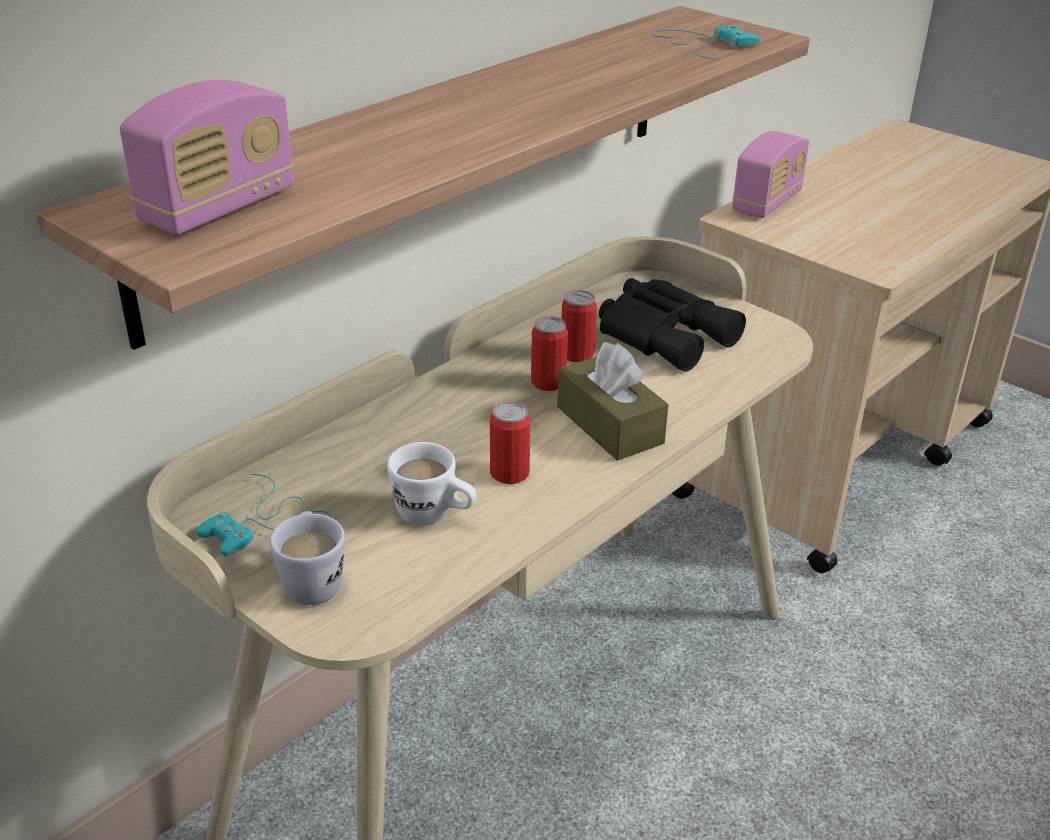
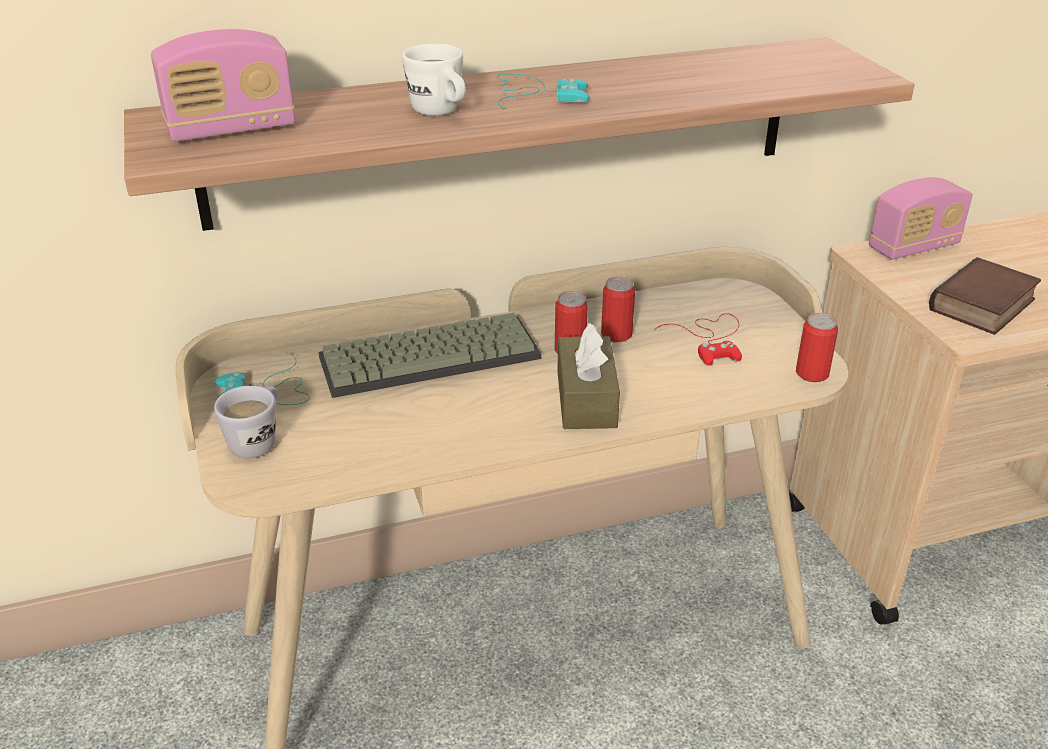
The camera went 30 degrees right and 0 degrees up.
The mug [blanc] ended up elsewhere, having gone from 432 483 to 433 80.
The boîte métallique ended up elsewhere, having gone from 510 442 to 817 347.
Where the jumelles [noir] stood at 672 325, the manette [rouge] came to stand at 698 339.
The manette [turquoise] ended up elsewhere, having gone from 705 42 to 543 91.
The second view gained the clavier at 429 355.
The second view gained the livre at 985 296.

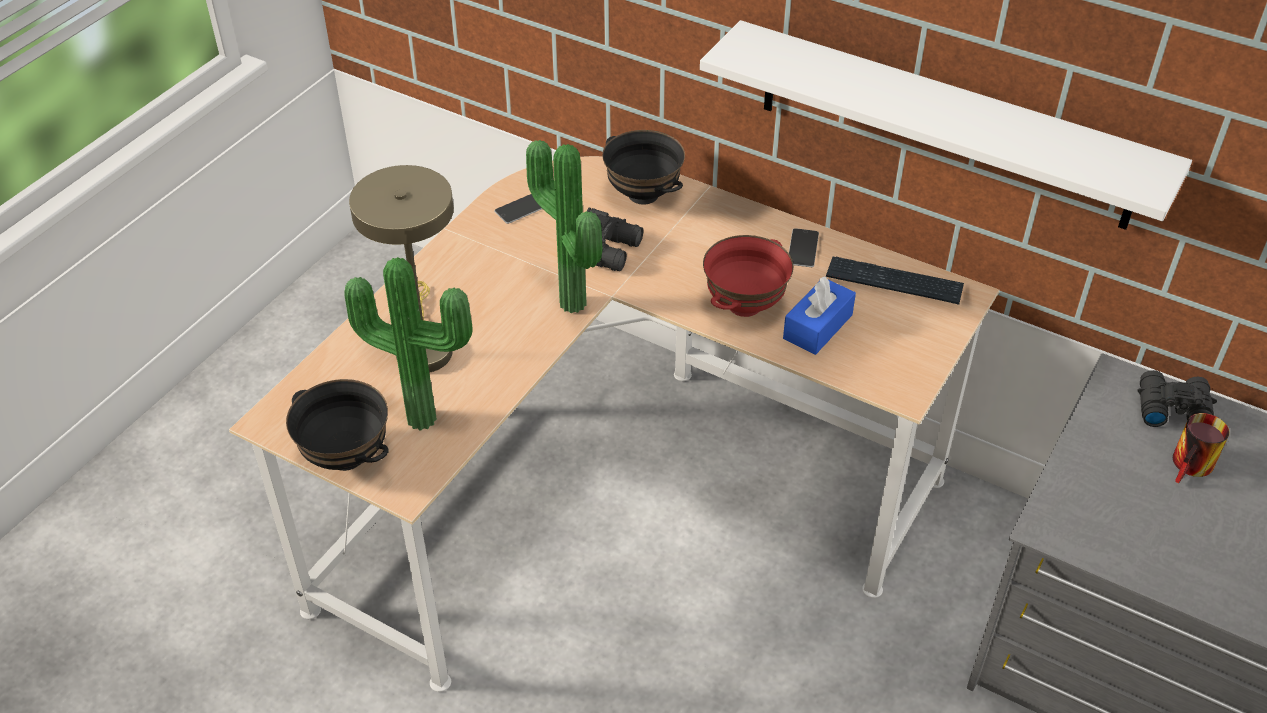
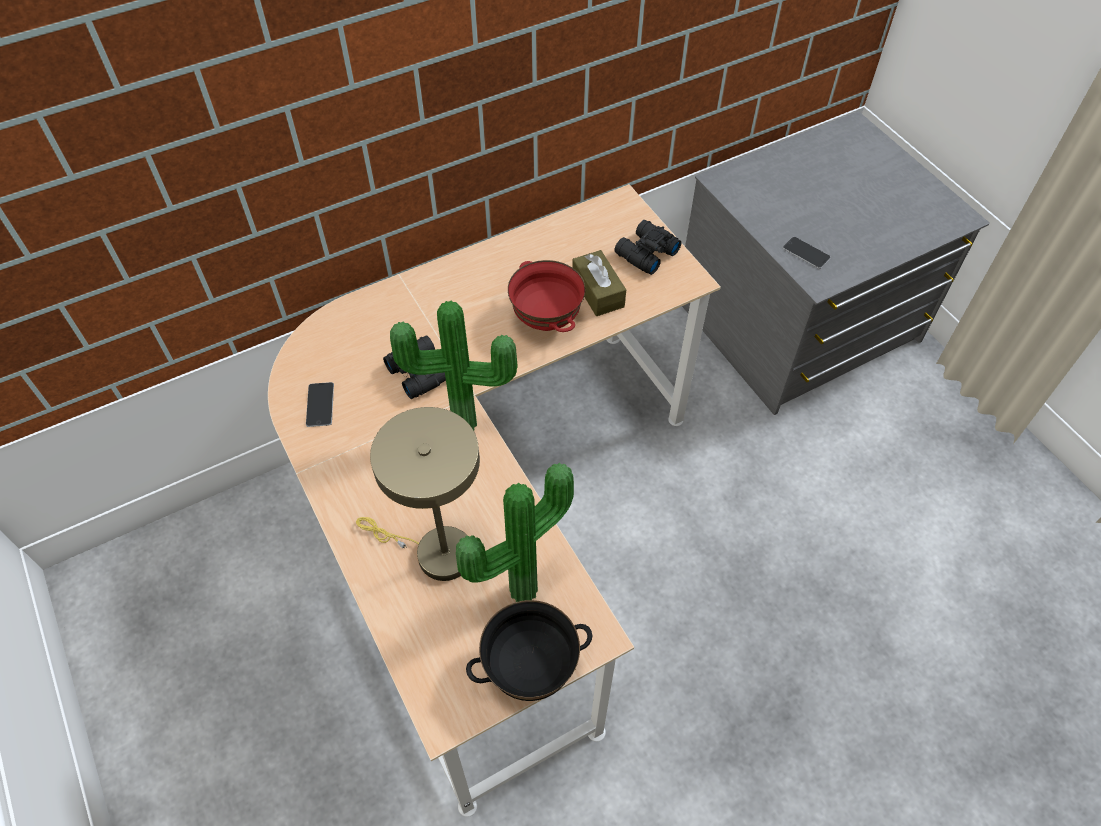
The camera went 60 degrees left and 10 degrees up.
The second view lost the bol [noir] at 643 167.
The second view lost the étagère [blanc] at 946 125.
What was the boîte à mouchoirs [bleu] at 819 316 turned into the boîte à mouchoirs [marron] at 599 283.
The téléphone ended up elsewhere, having gone from 804 247 to 807 253.
The second view lost the clavier at 895 281.
The jumelles [noir] ended up elsewhere, having gone from 1177 398 to 647 247.
The second view lost the mug at 1201 448.

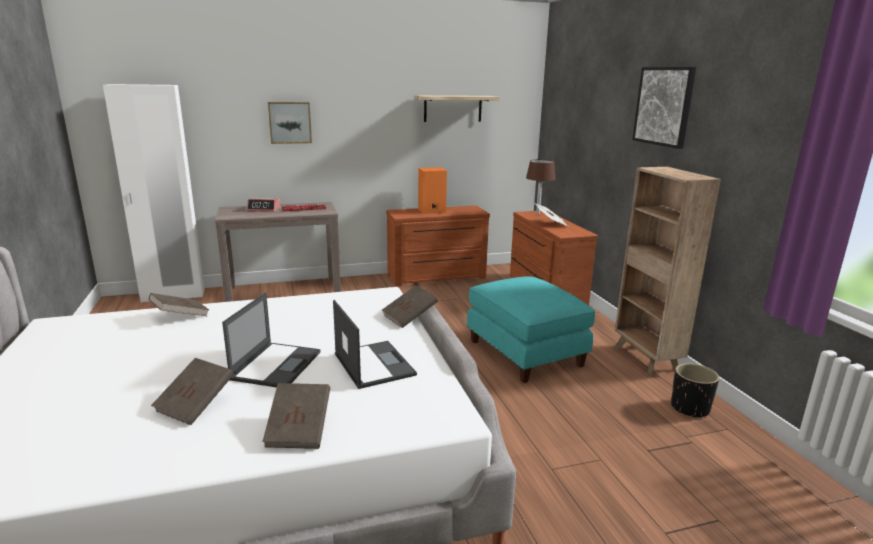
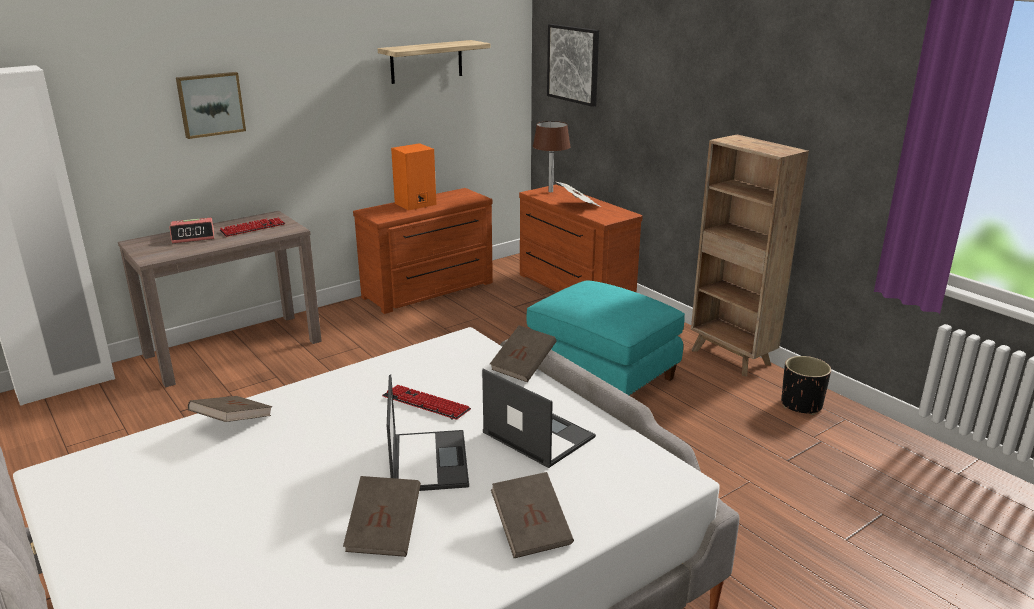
The camera went 20 degrees left and 5 degrees up.
The tableau ended up elsewhere, having gone from 664 108 to 573 65.
The second view gained the clavier at 426 402.

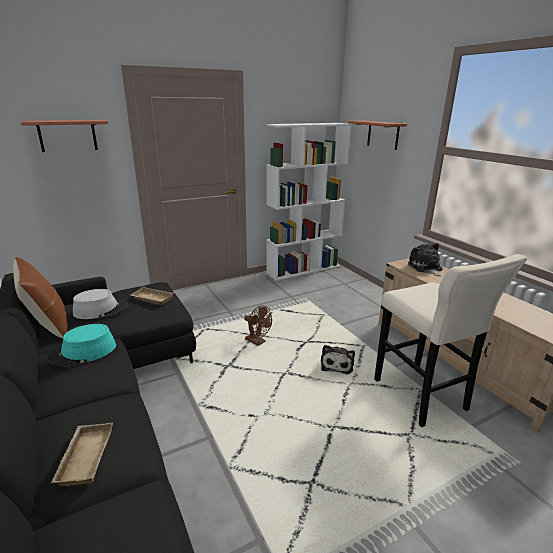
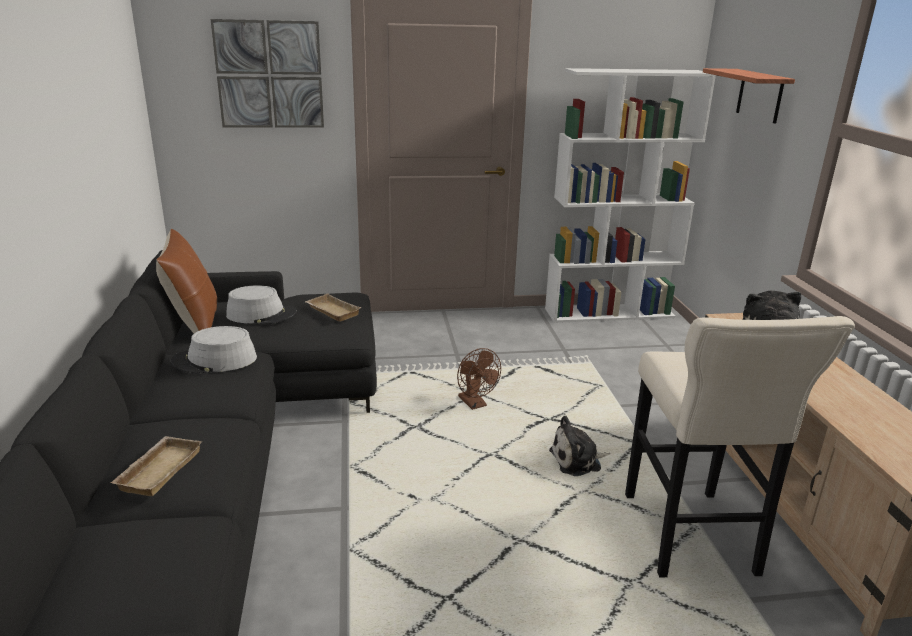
The camera went 20 degrees right and 0 degrees up.
Where the étagère hung at 64 136, the tableau came to hang at 267 73.
What was the chapeau [turquoise] at 81 345 turned into the chapeau [gris] at 214 350.
The peluche at 338 359 ended up facing another way, 45 degrees clockwise from before.

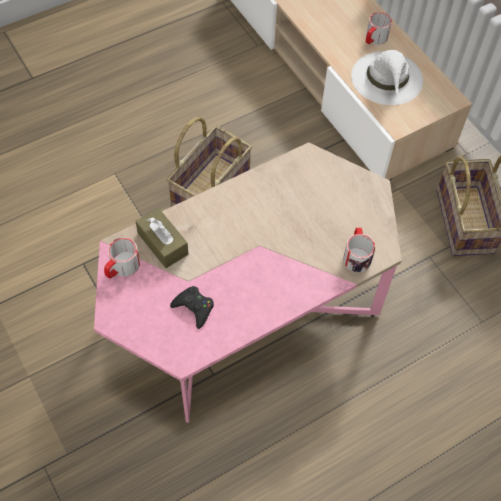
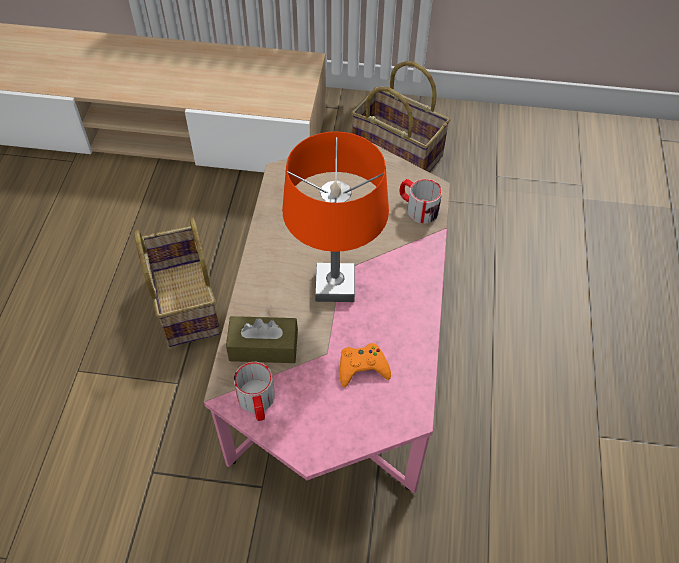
The camera went 50 degrees left and 5 degrees down.
What was the manette [noir] at 192 307 turned into the manette [orange] at 365 365.
The second view lost the chapeau [blanc] at 387 77.
The second view lost the mug at 379 28.
The second view gained the lampe de table [orange] at 335 216.

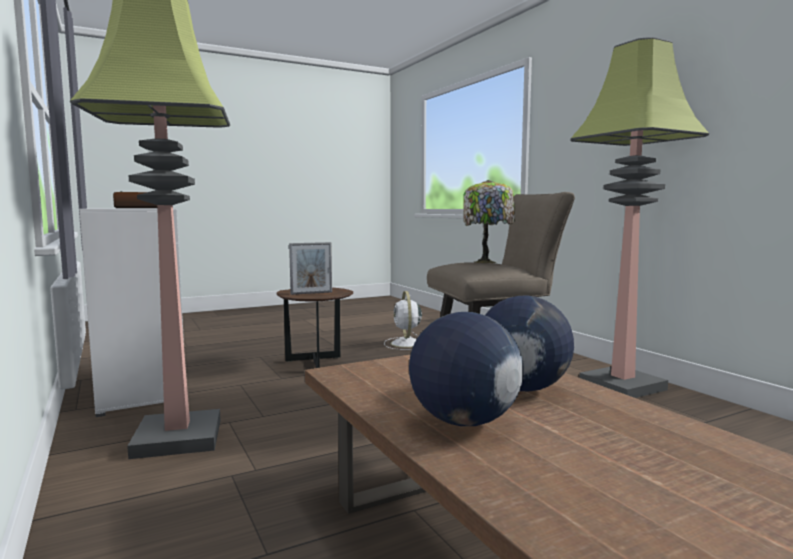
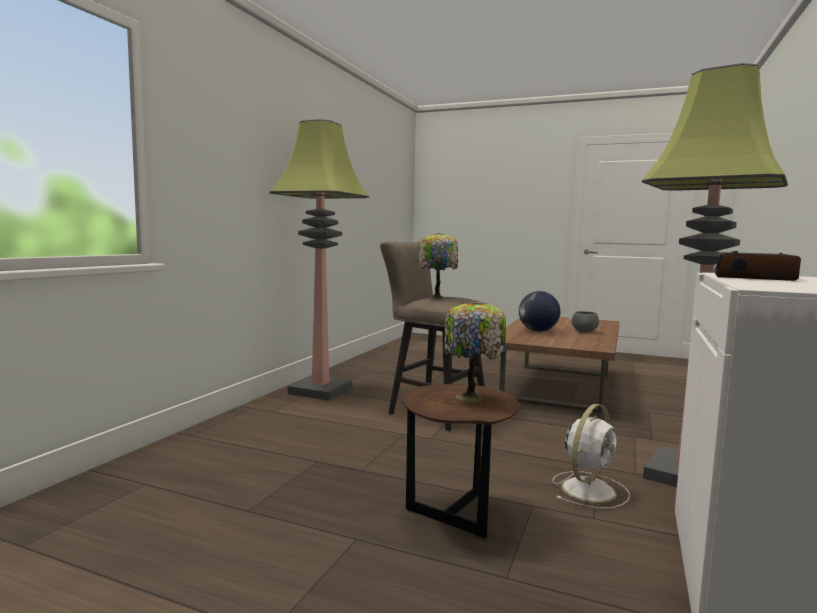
The camera went 130 degrees left and 0 degrees up.
Where the cadre photo stood at 310 268, the lampe de table came to stand at 475 351.
The ventilateur [blanc] ended up elsewhere, having gone from 403 320 to 591 456.
Where the globe stood at 466 369, the bol [gris] came to stand at 585 322.

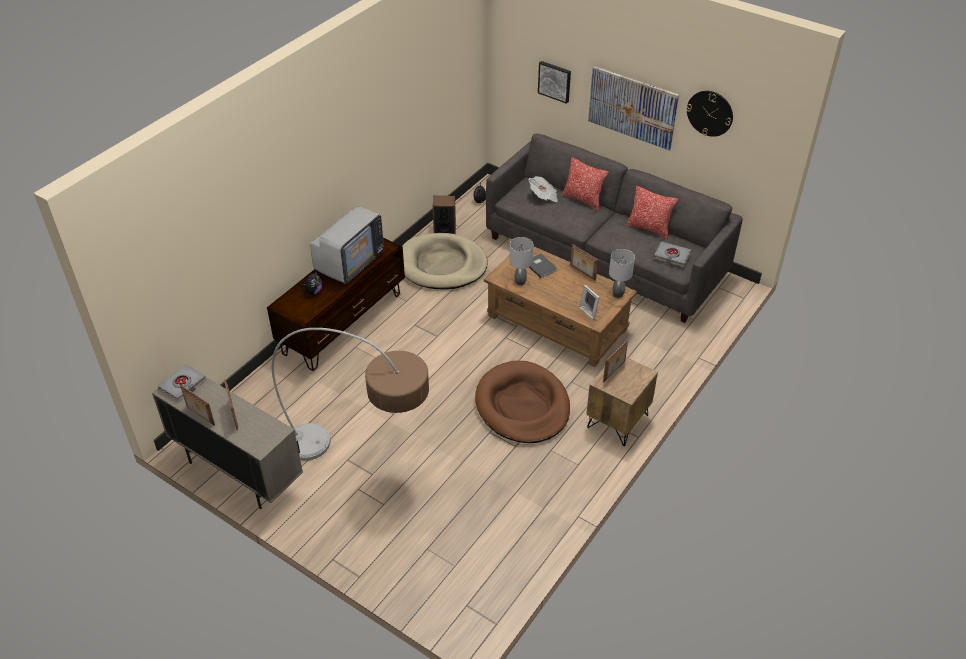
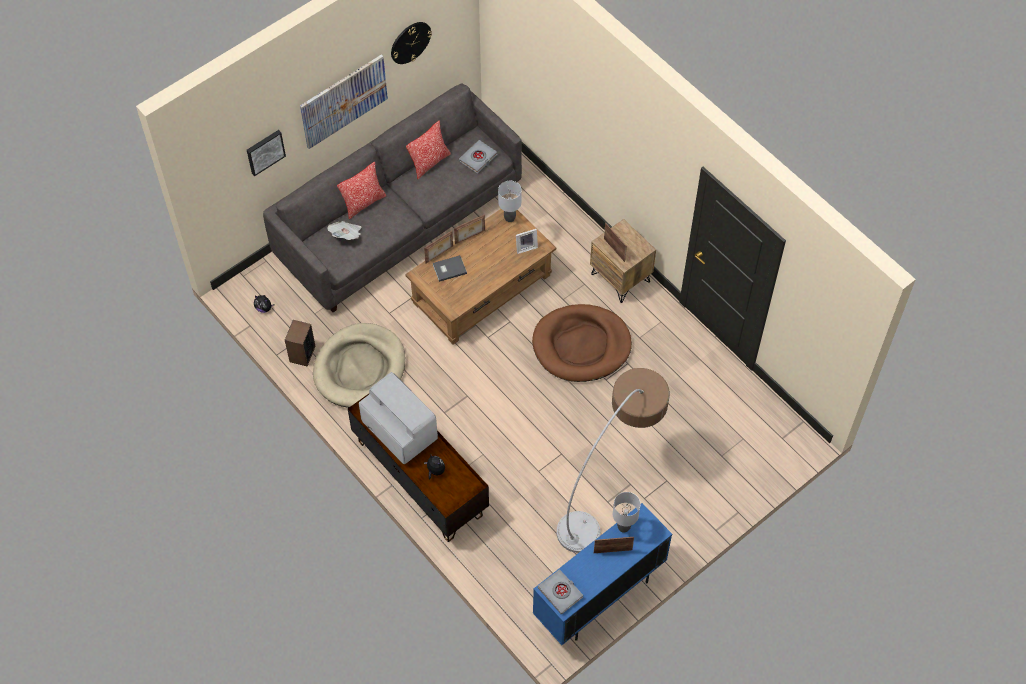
The camera went 75 degrees left and 15 degrees up.
What was the meuble de rangement [beige] at 227 443 turned into the meuble de rangement [bleu] at 602 574.
The cadre photo ended up elsewhere, having gone from 197 405 to 438 247.
The lampe de table [gris] ended up elsewhere, having gone from 521 261 to 626 512.

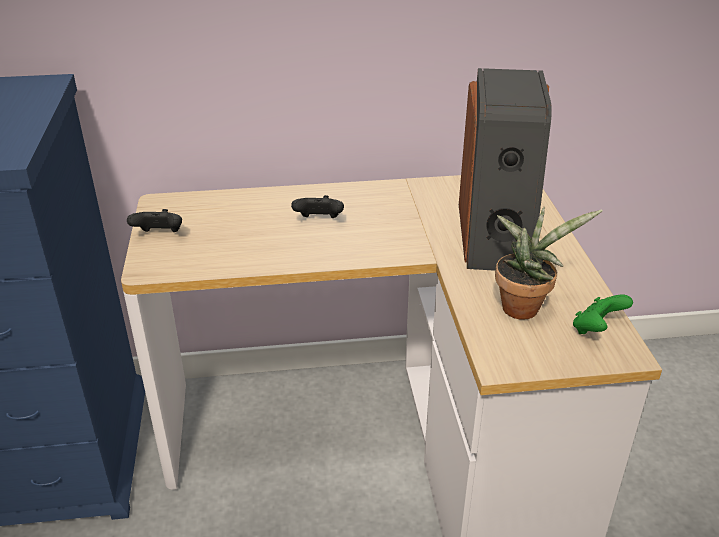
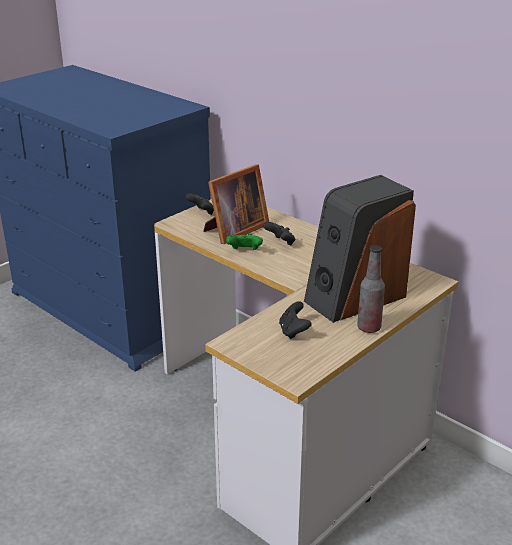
The camera went 50 degrees right and 5 degrees down.
Where the plante en pot stood at 549 263, the manette [noir] came to stand at 295 320.
The manette [vert] ended up elsewhere, having gone from 603 314 to 244 241.
The second view gained the cadre photo at 236 204.
The second view gained the bouteille at 371 289.

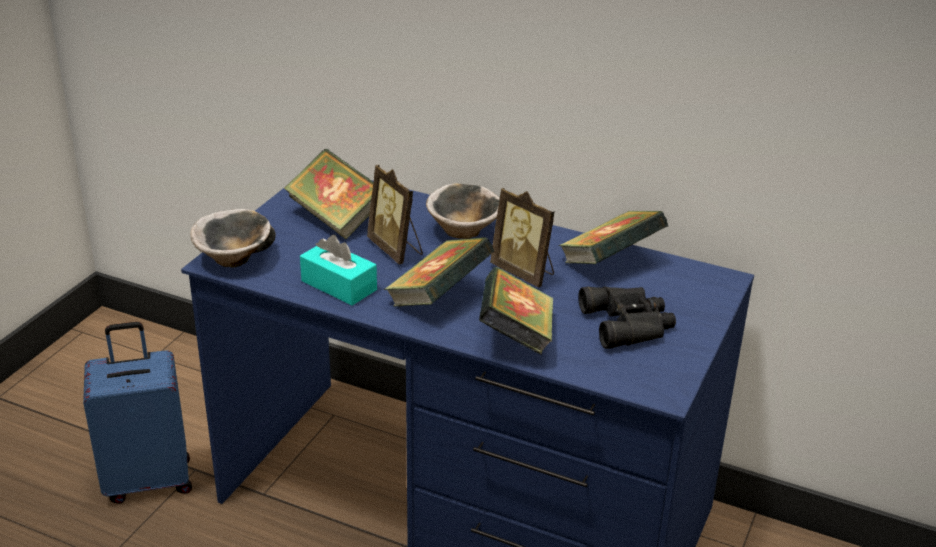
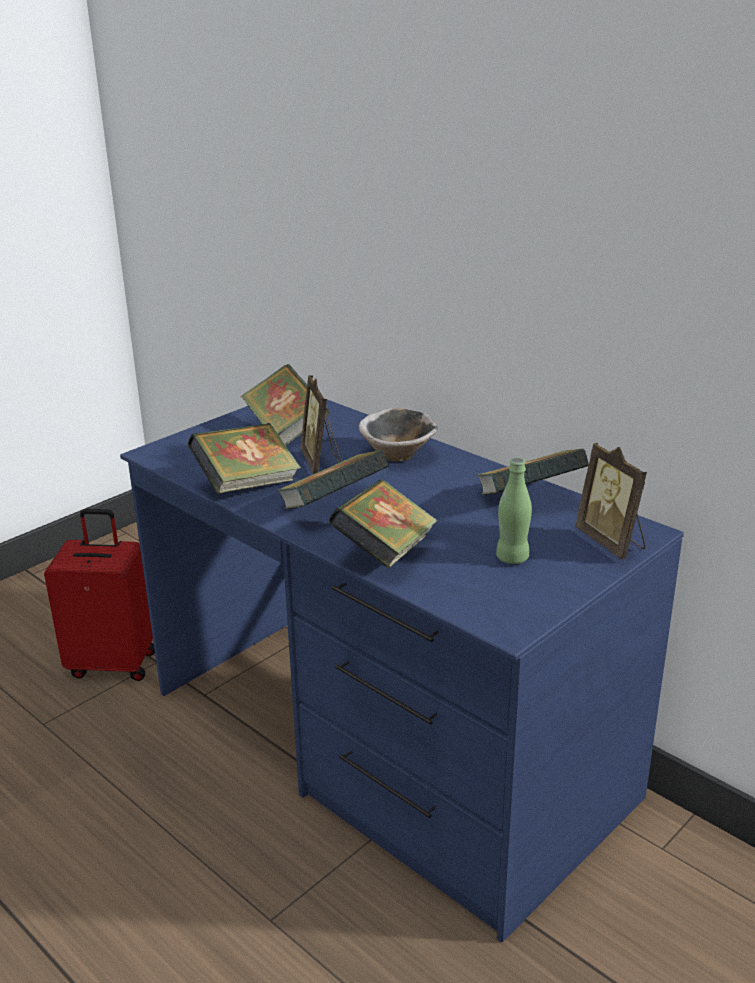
The camera went 20 degrees right and 5 degrees down.
What was the valise [bleu] at 137 413 turned into the valise [rouge] at 99 595.
The second view lost the bol at 233 238.
Where the boîte à mouchoirs [turquoise] stood at 338 270, the livre came to stand at 244 458.
The cadre photo ended up elsewhere, having gone from 522 238 to 611 501.
Where the jumelles [noir] stood at 627 318, the bouteille [vert] came to stand at 514 511.

